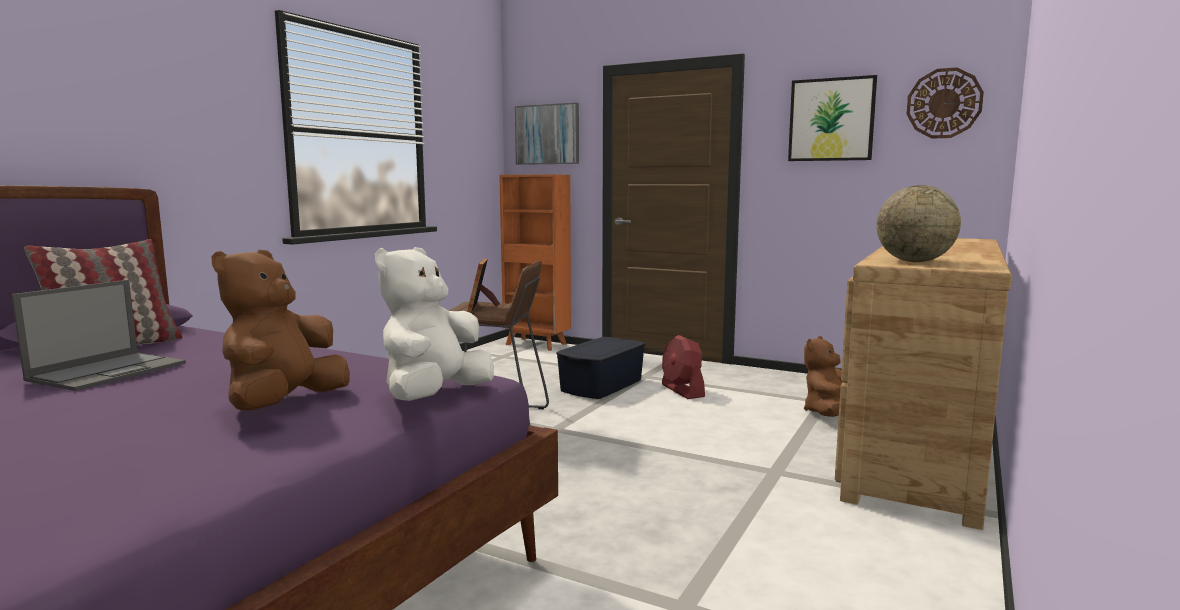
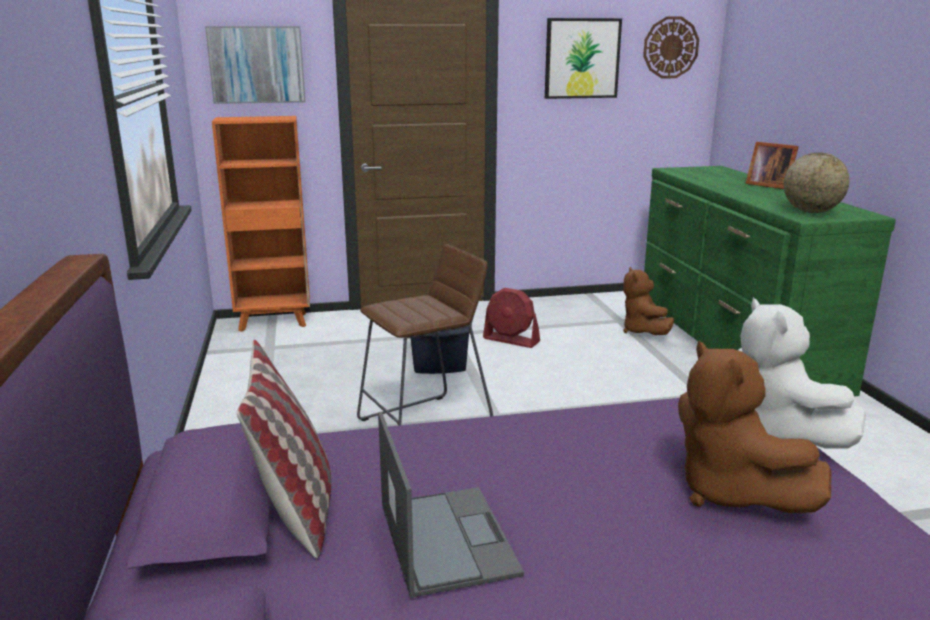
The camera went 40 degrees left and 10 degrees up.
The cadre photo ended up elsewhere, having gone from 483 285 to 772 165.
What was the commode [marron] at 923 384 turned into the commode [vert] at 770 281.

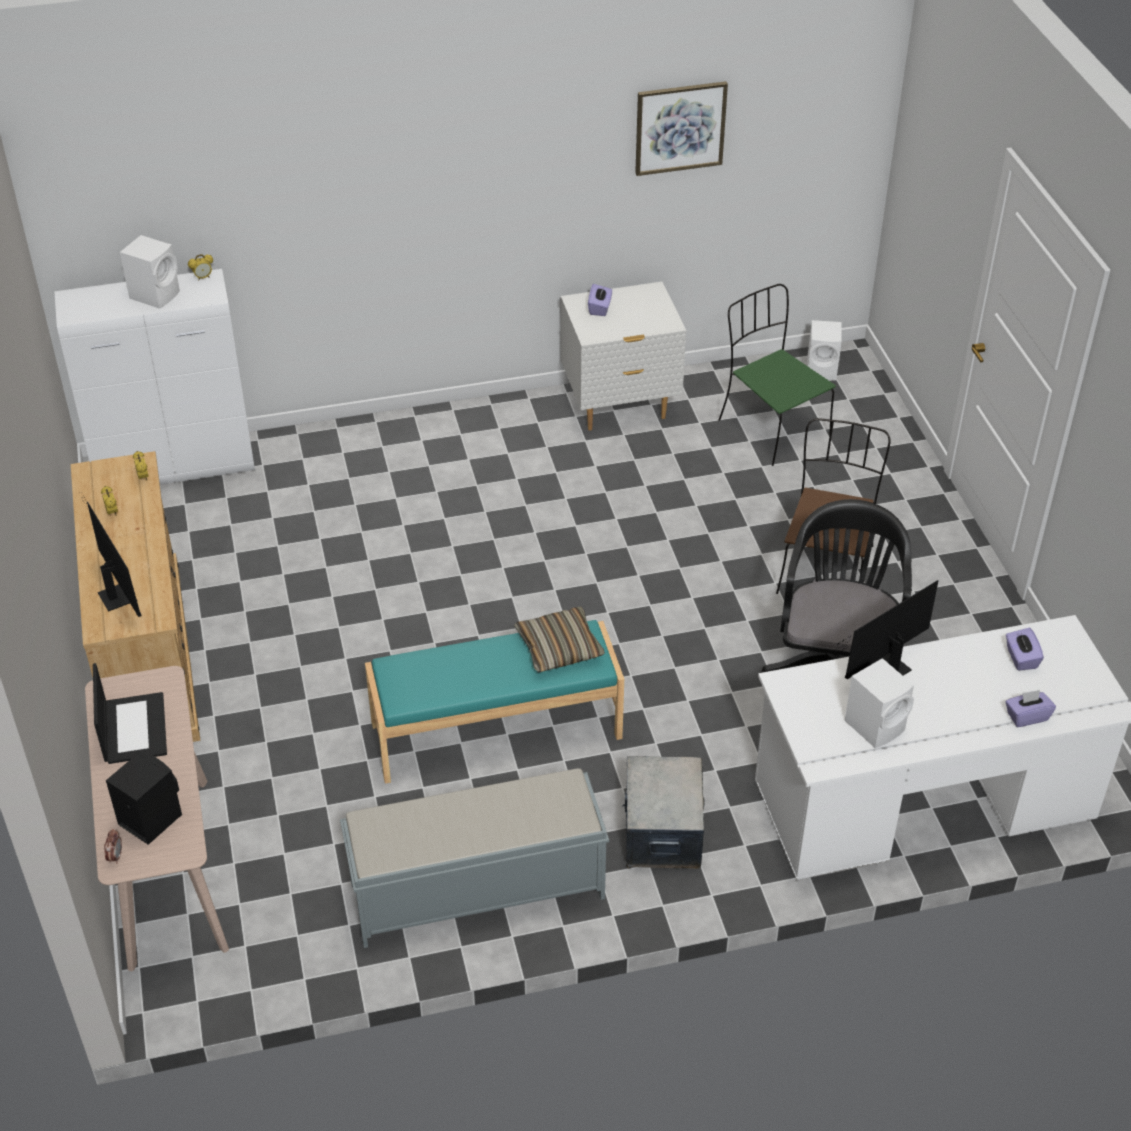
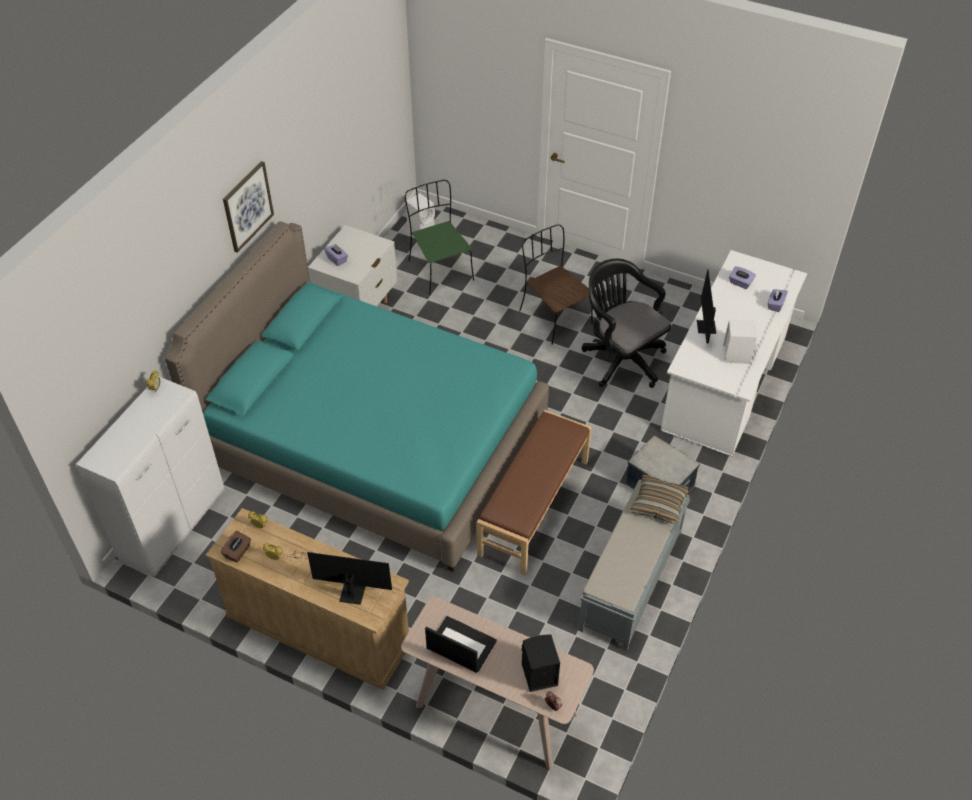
The camera went 50 degrees left and 5 degrees up.
The second view lost the enceinte [blanc] at 150 272.
What was the banc [turquoise] at 494 702 turned into the banc [marron] at 534 492.
The coussin ended up elsewhere, having gone from 559 639 to 659 499.
The tableau ended up elsewhere, having gone from 681 128 to 248 207.
The chaise [vert] at 777 375 ended up facing another way, 60 degrees clockwise from before.
The second view gained the lit [turquoise] at 357 396.
The second view gained the boîte à mouchoirs [marron] at 236 546.

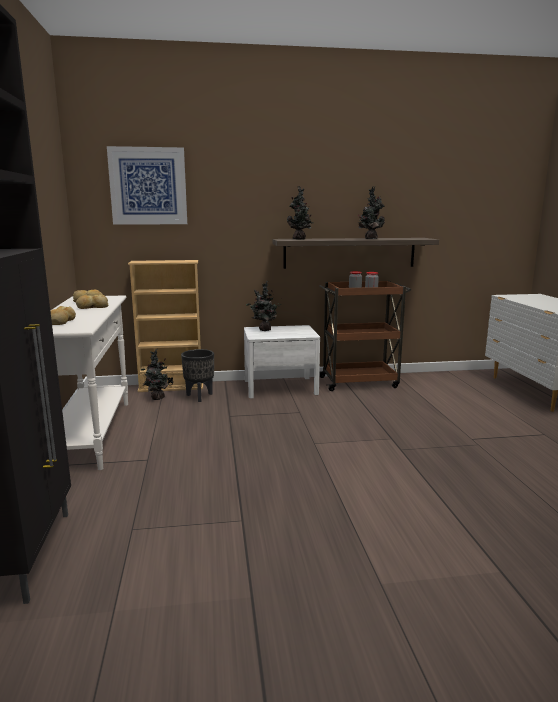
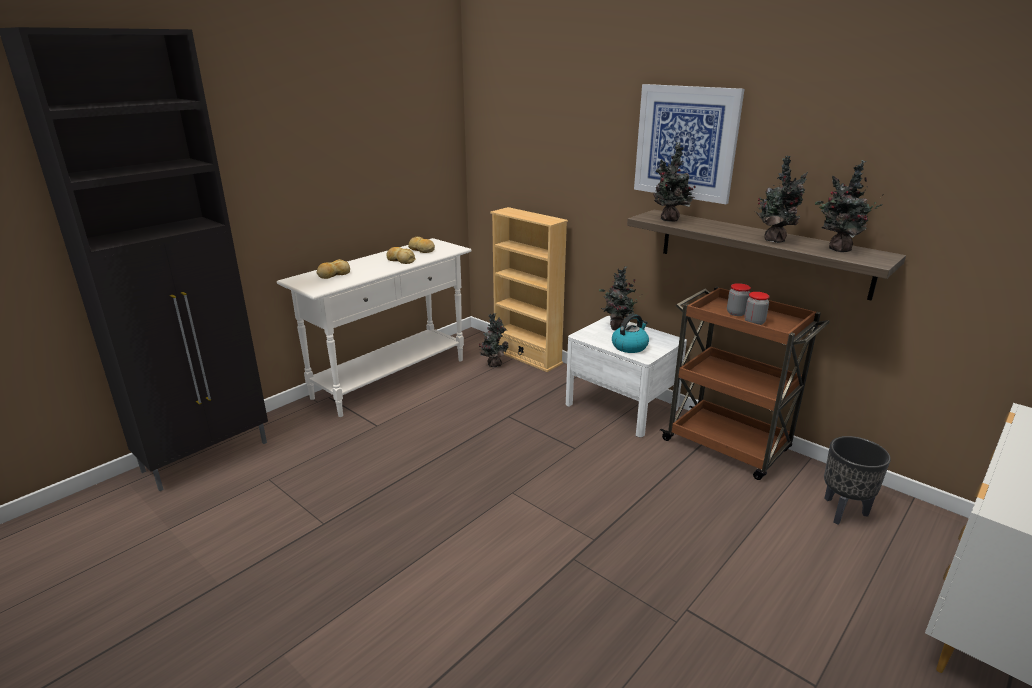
The camera went 50 degrees right and 10 degrees up.
The tableau ended up elsewhere, having gone from 147 185 to 689 144.
The cache-pot [noir] ended up elsewhere, having gone from 197 375 to 857 480.
The second view gained the bouilloire at 630 333.
The second view gained the plante en pot at 849 206.

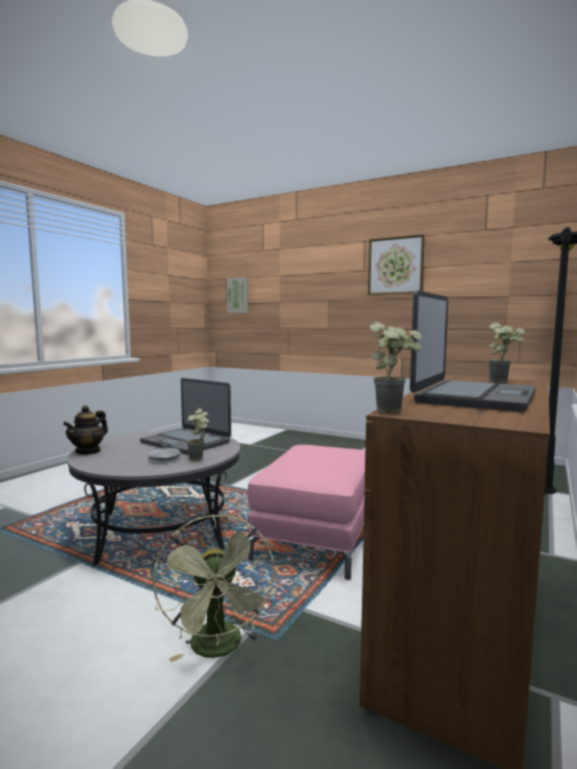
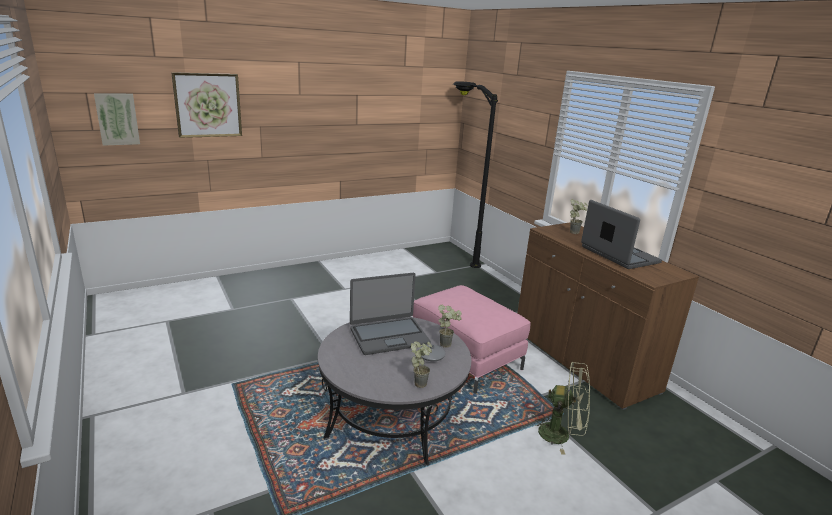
The camera went 60 degrees left and 15 degrees up.
The second view lost the théière at 85 430.
The tableau ended up elsewhere, having gone from 396 264 to 206 105.
The plante en pot ended up elsewhere, having gone from 396 367 to 421 365.

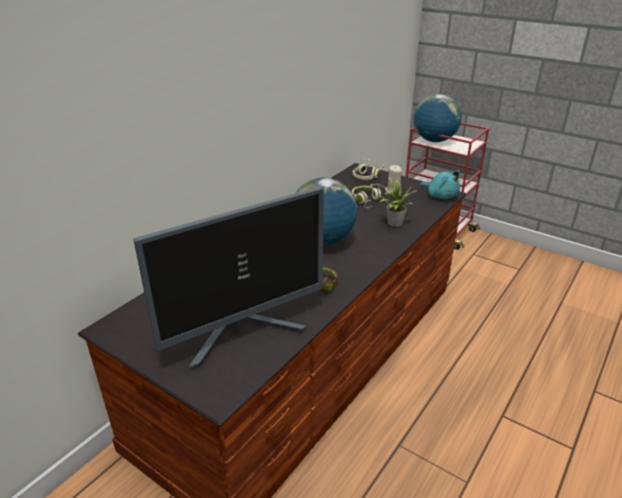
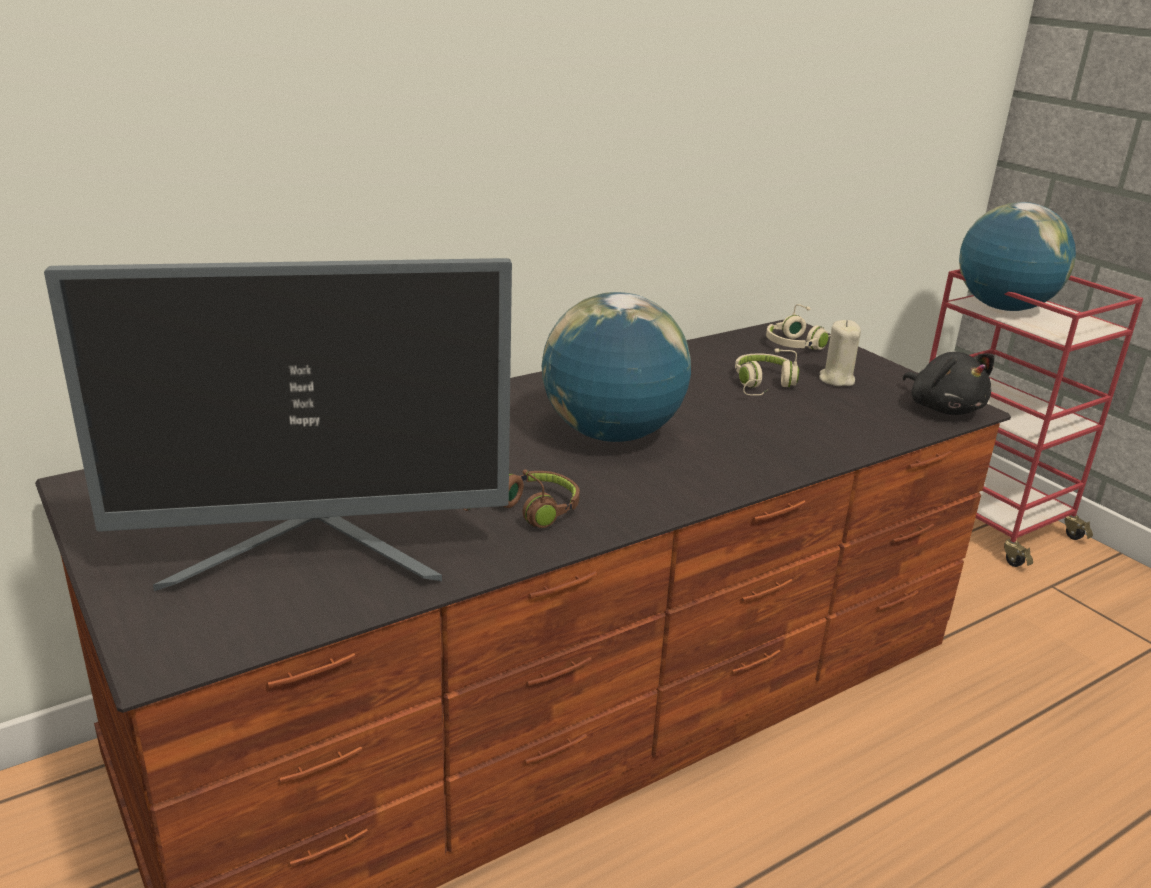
The camera went 20 degrees right and 5 degrees down.
The second view lost the plante en pot at 397 202.
What was the peluche [turquoise] at 439 185 turned into the peluche [noir] at 948 383.

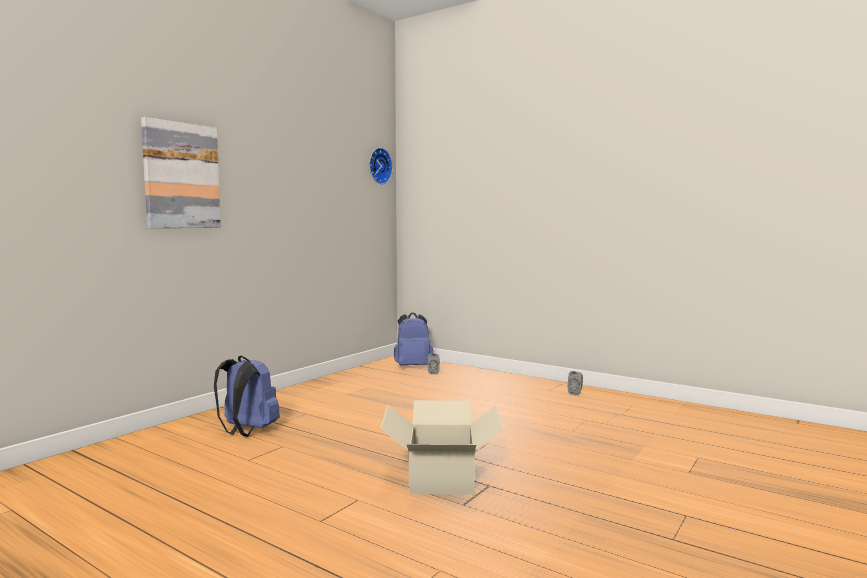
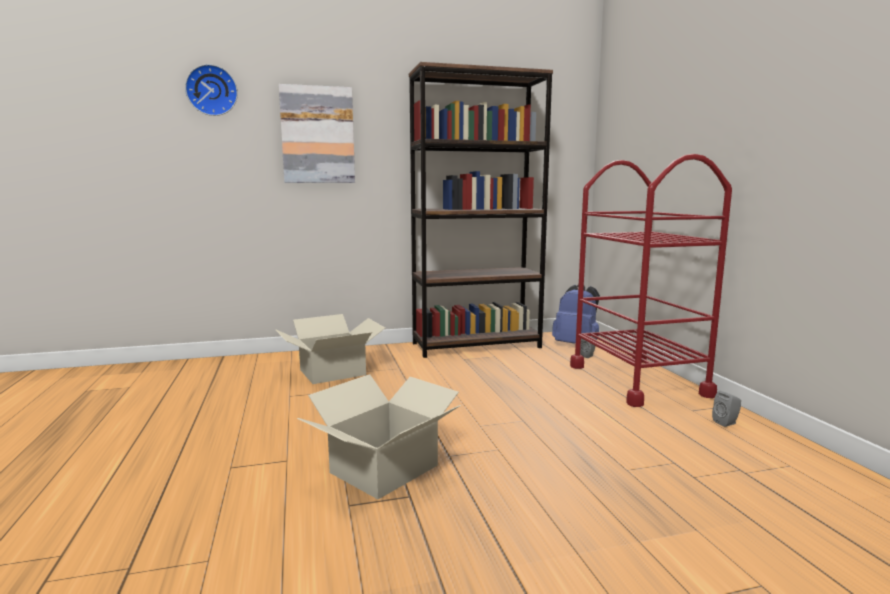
The camera went 40 degrees right and 5 degrees up.
Where the sac à dos [bleu] stood at 247 396, the carton came to stand at 330 349.
The horloge murale ended up elsewhere, having gone from 381 166 to 211 90.
The second view gained the bibliothèque [marron] at 481 210.
The second view gained the chariot [rouge] at 651 280.

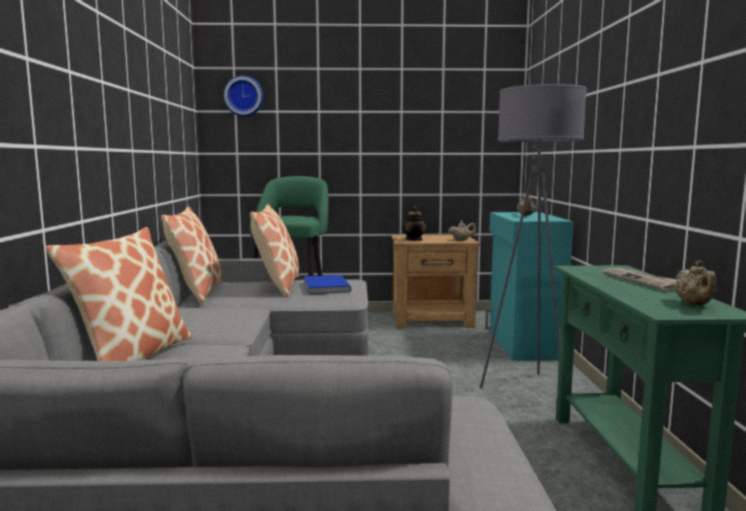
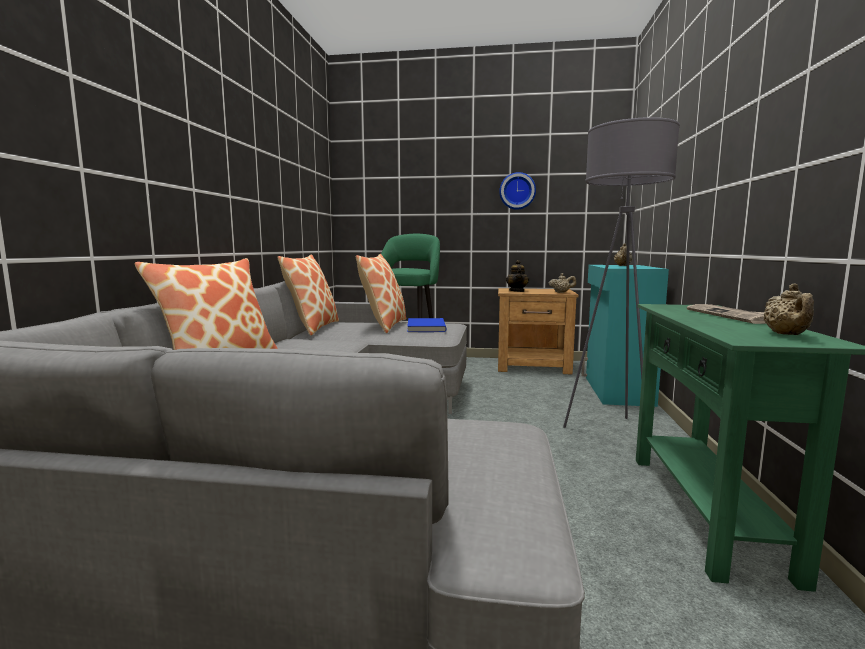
The camera went 10 degrees right and 0 degrees up.
The horloge murale ended up elsewhere, having gone from 243 96 to 517 191.

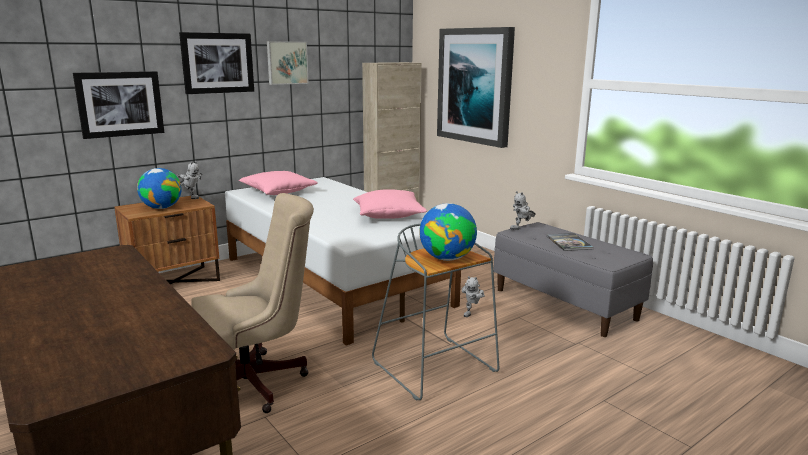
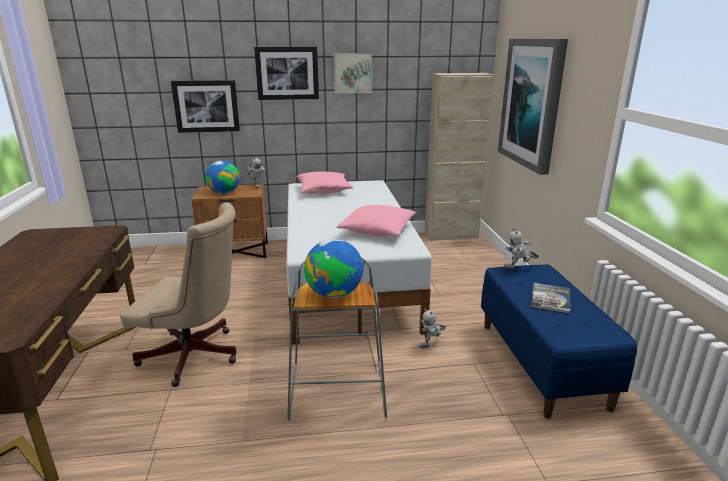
The camera went 30 degrees right and 5 degrees up.
What was the banc [gris] at 573 279 turned into the banc [bleu] at 559 341.

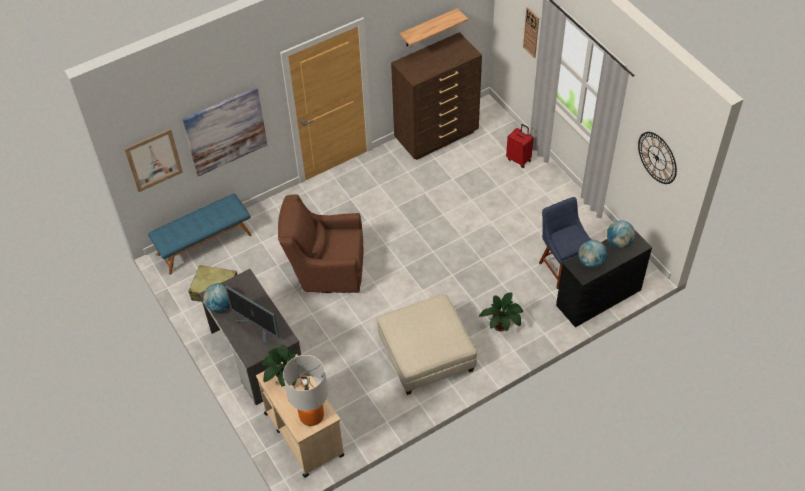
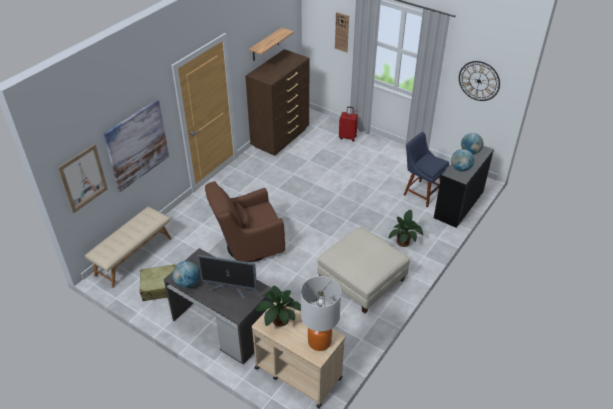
The camera went 25 degrees left and 10 degrees down.
What was the banc [bleu] at 200 234 turned into the banc [beige] at 128 247.

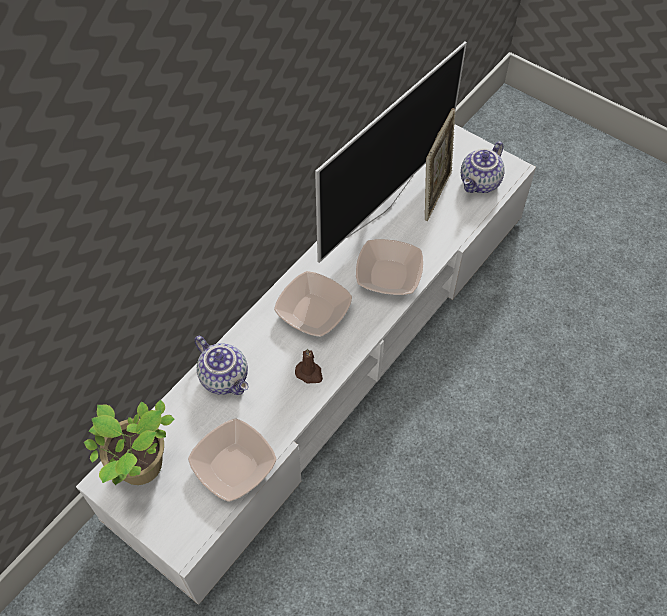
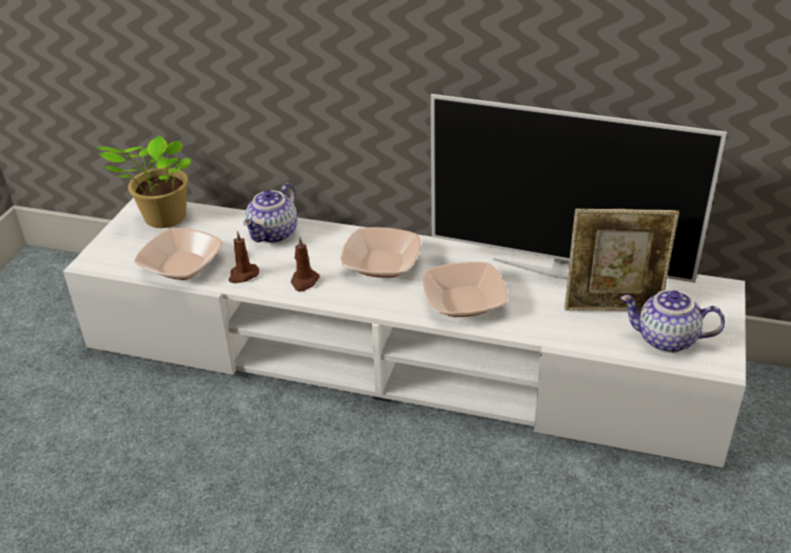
The camera went 70 degrees right and 20 degrees down.
The second view gained the bougie [marron] at 244 257.

